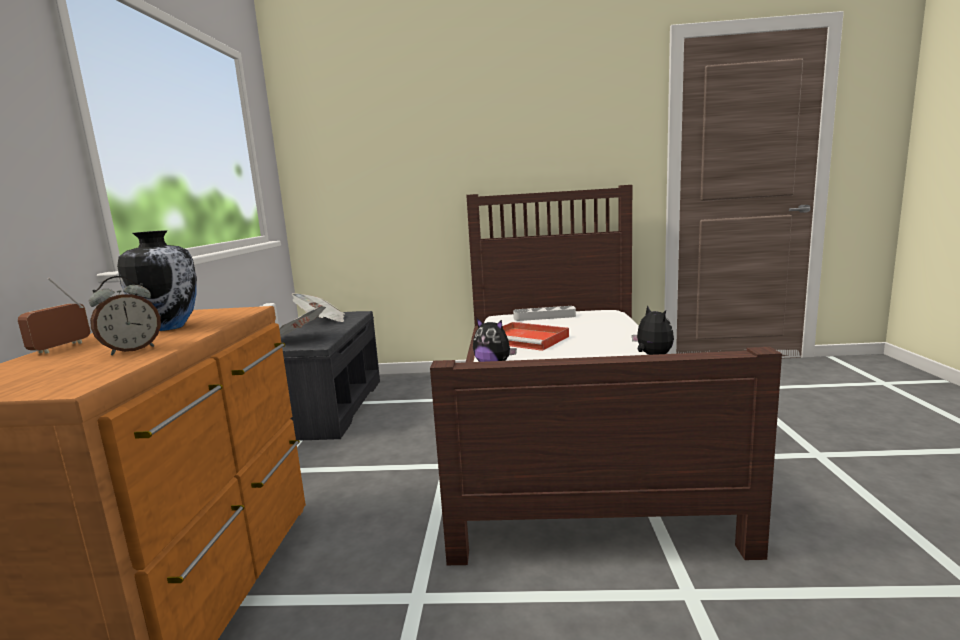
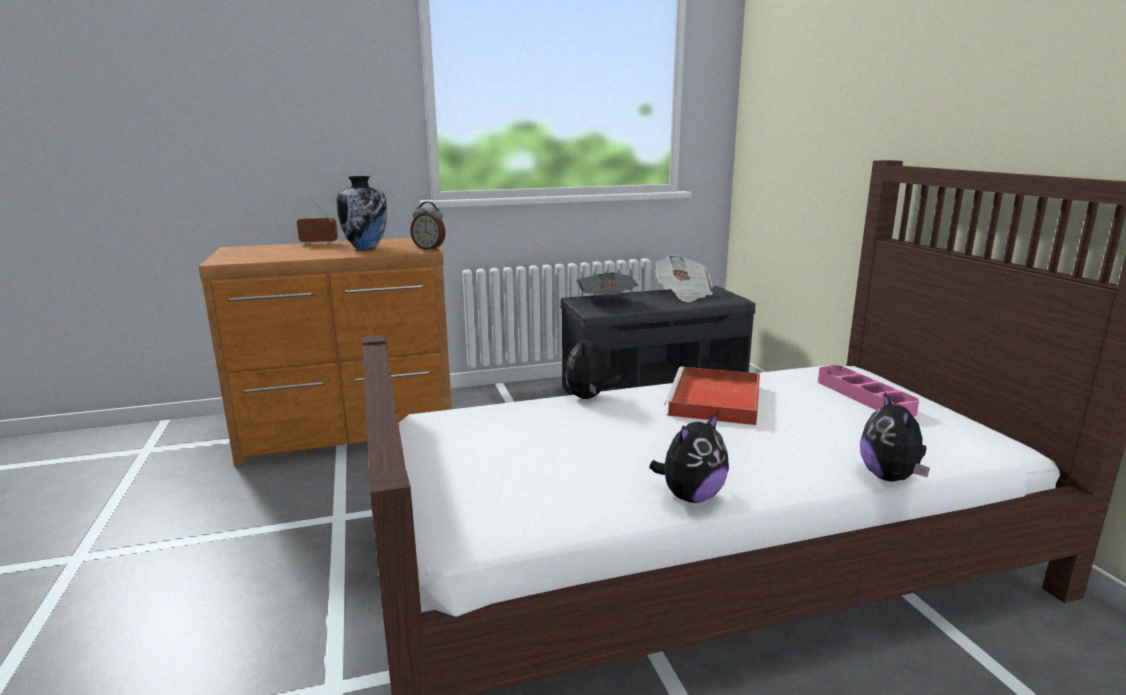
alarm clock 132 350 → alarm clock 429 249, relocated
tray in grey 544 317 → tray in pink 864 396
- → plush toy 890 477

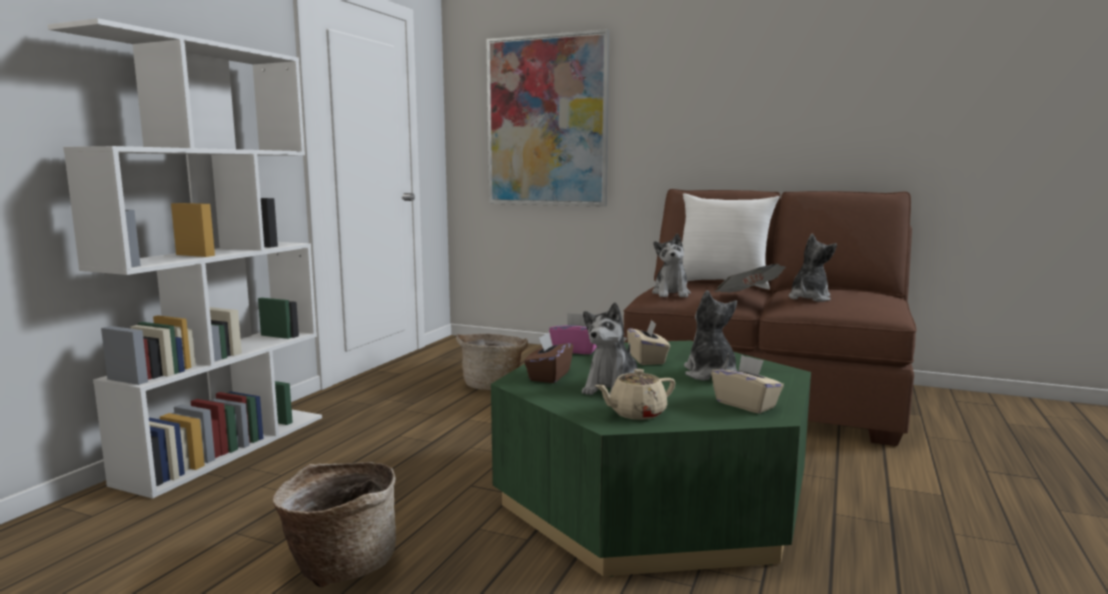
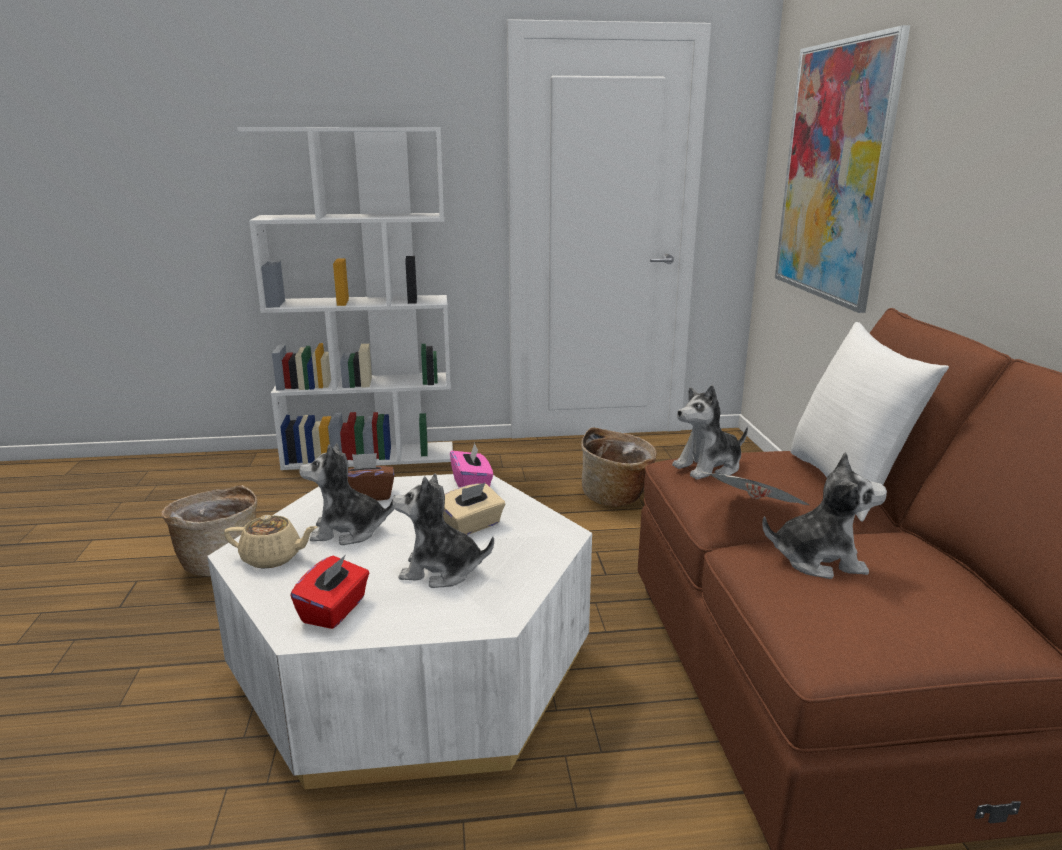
coffee table in green 652 498 → coffee table in white 413 668
teapot in beige 636 413 → teapot in beige 273 558, 150 degrees clockwise
plush toy 710 374 → plush toy 441 571, 135 degrees counterclockwise
tissue box in beige 746 404 → tissue box in red 334 610

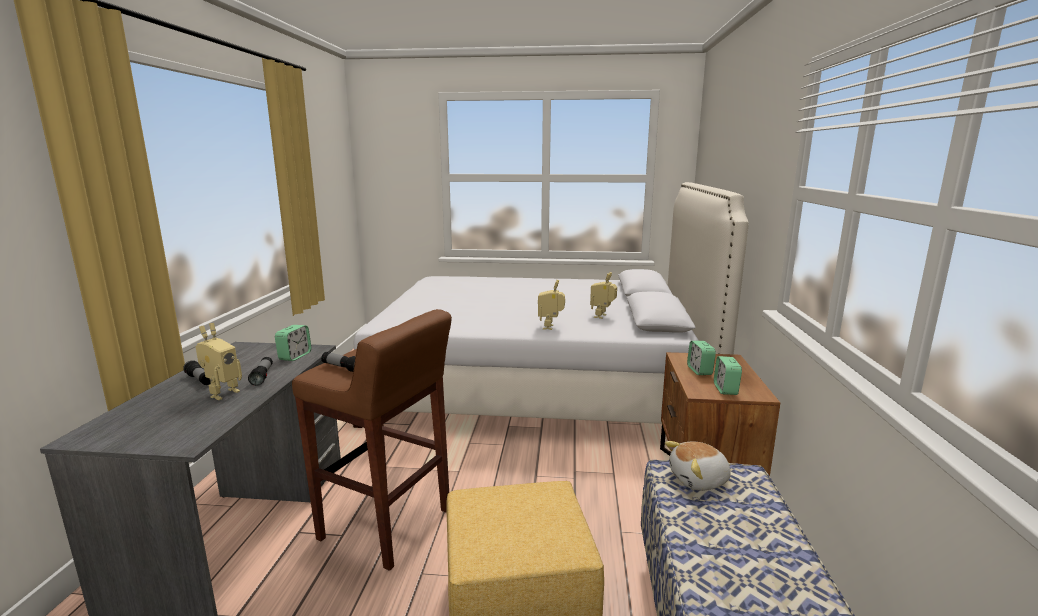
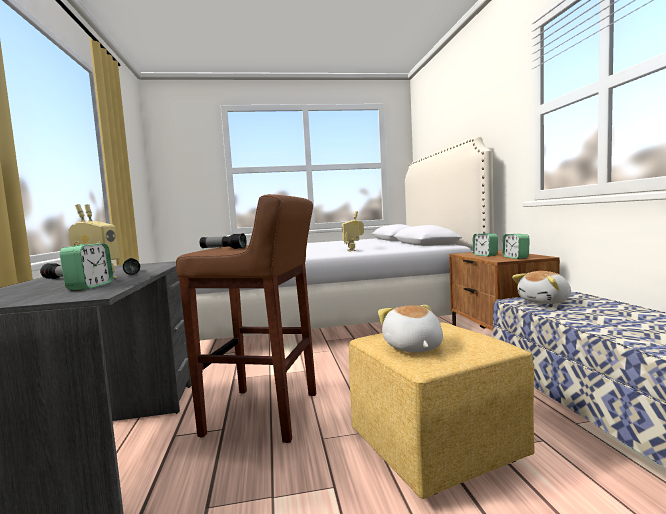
alarm clock 295 356 → alarm clock 90 286, relocated
toy robot 602 316 → -
- → plush toy 412 347

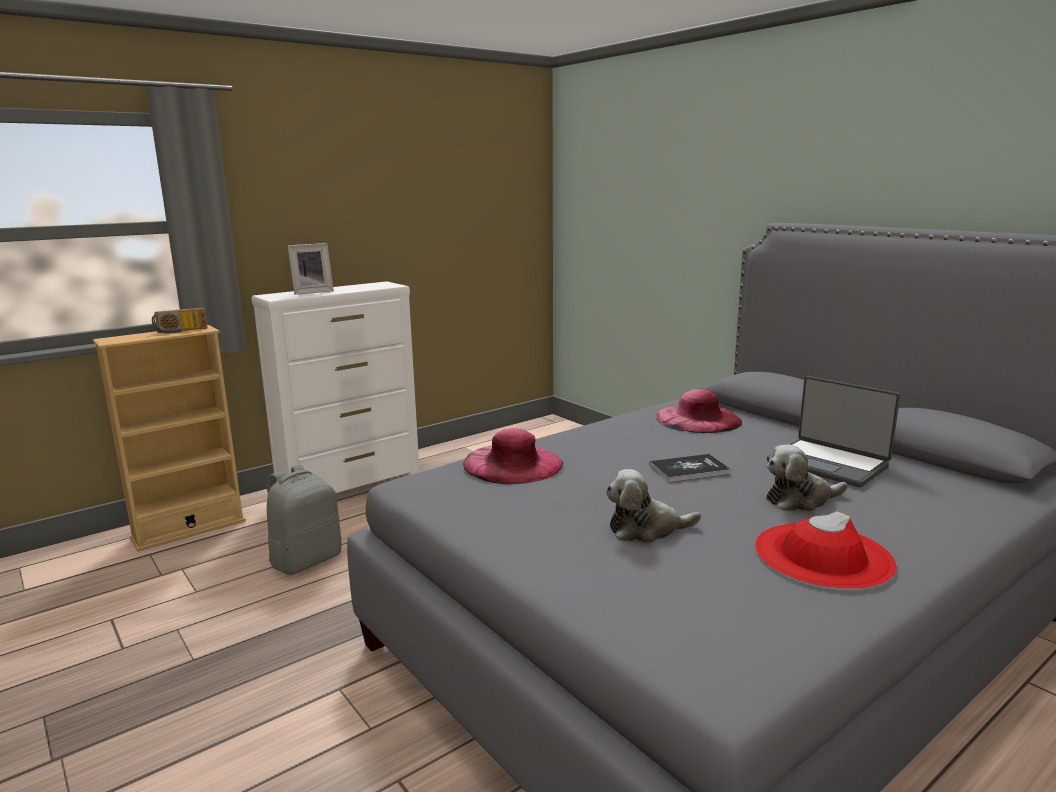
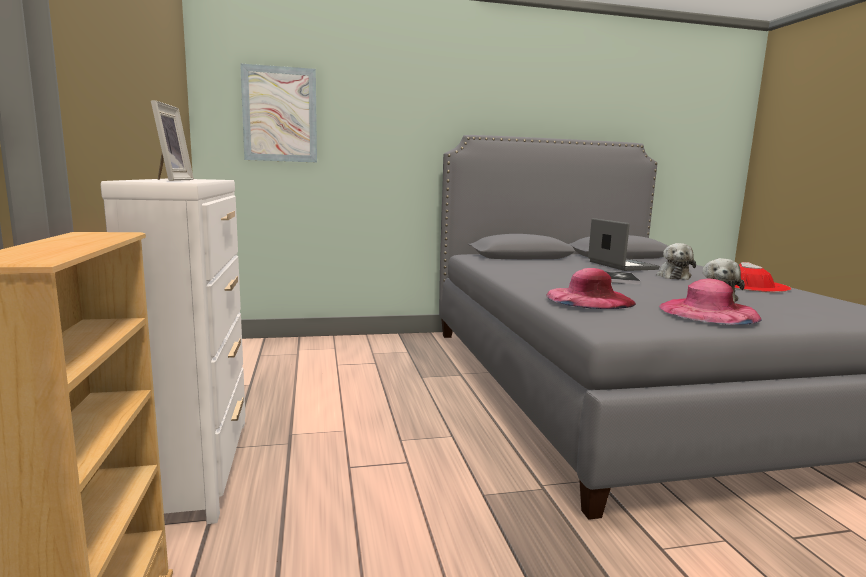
radio 181 331 → -
backpack in grey 306 560 → -
hat in pink 698 419 → hat in pink 708 312, relocated
laptop 828 463 → laptop 621 265, 90 degrees counterclockwise
- → picture 280 114

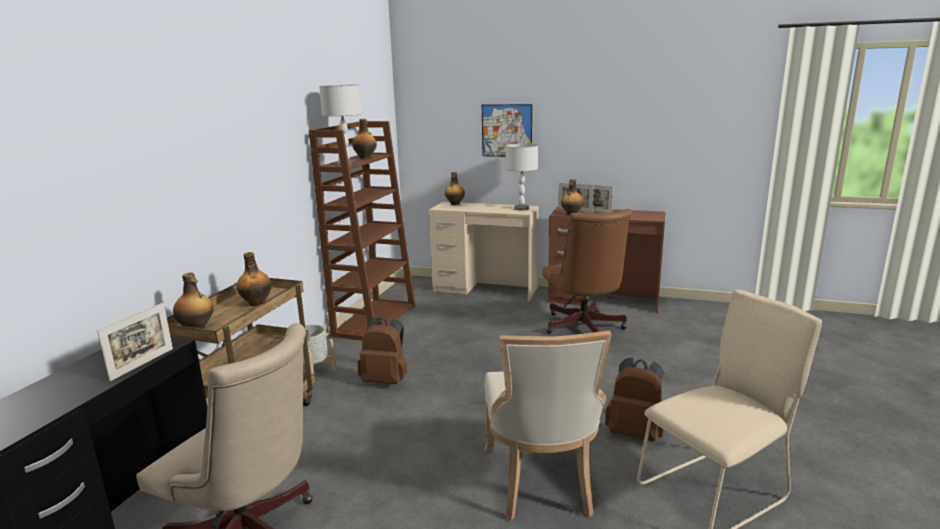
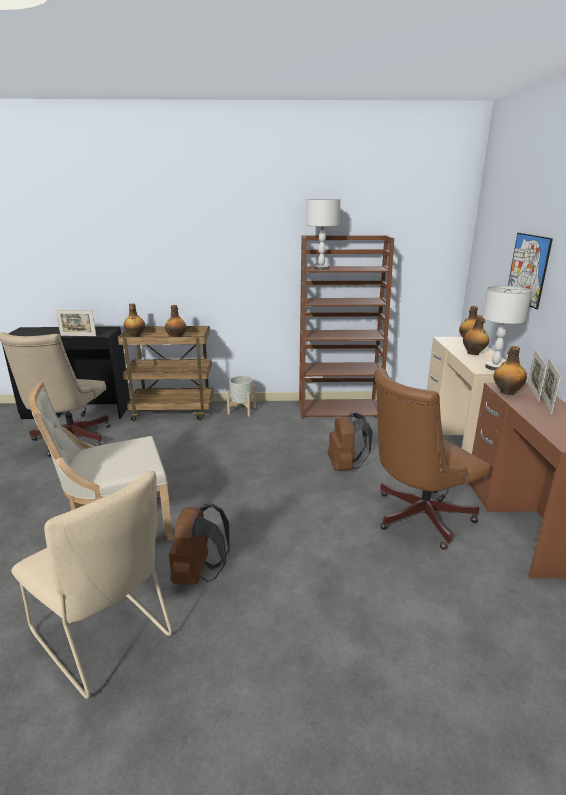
bottle 365 158 → bottle 473 353, relocated
backpack in brown 386 380 → backpack in brown 346 466, relocated

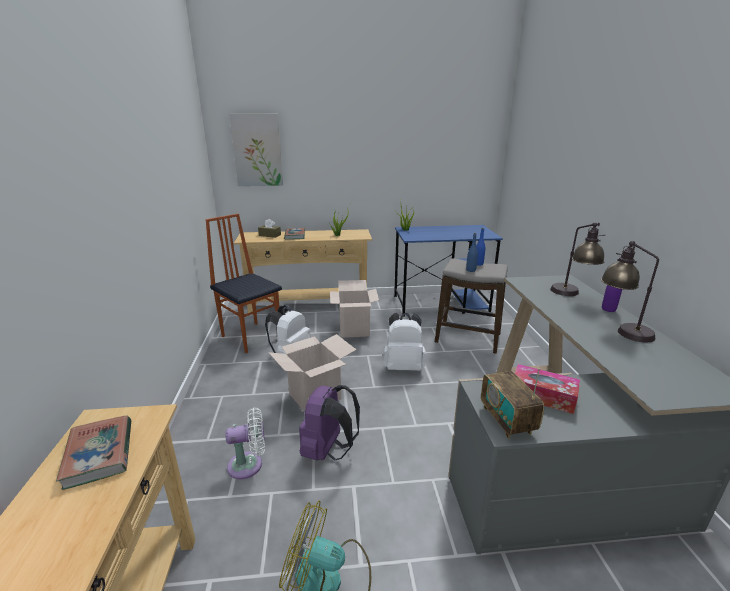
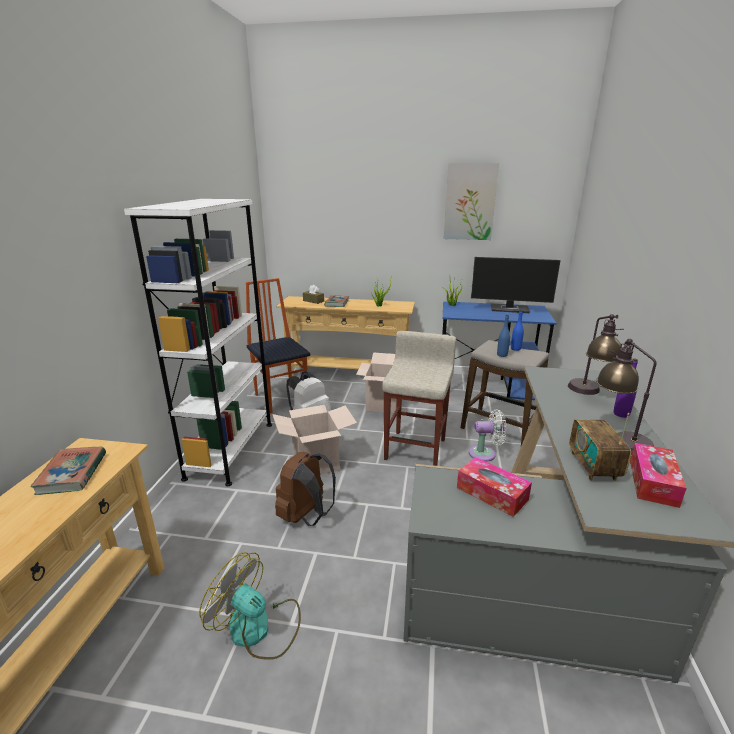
fan in white 249 465 → fan in white 485 454, relocated
picture 257 150 → picture 470 202, relocated
backpack in purple 328 451 → backpack in brown 306 516
backpack in white 403 366 → stool in beige 416 448
radio 507 420 → radio 593 466, relocated
- → bookcase in white 231 449
- → monitor 510 309
- → tissue box 652 482

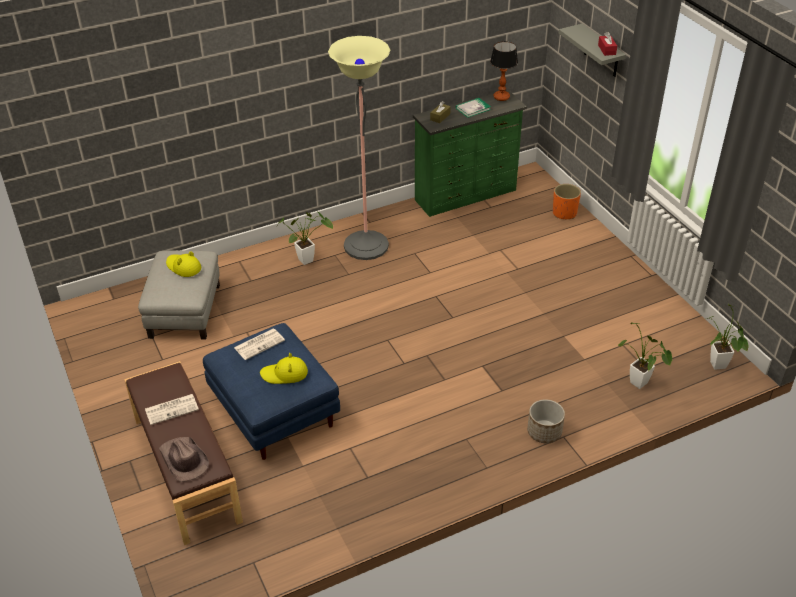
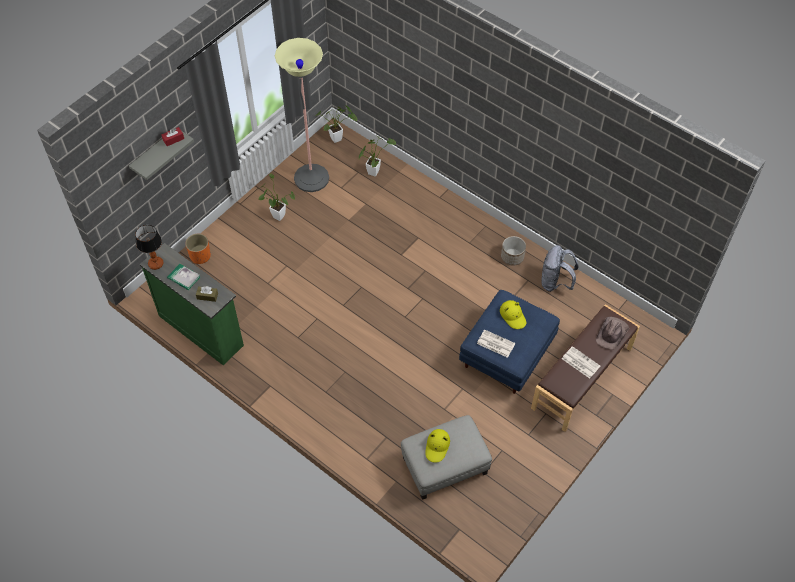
potted plant 309 259 → potted plant 276 215, relocated
floor lamp 366 246 → floor lamp 311 178, relocated
planter 544 432 → planter 512 257, relocated
- → backpack in grey 555 282

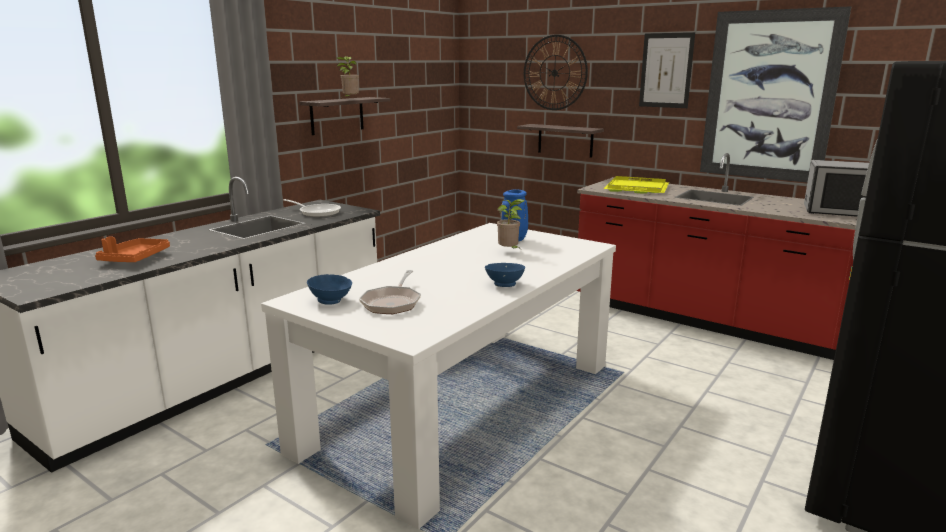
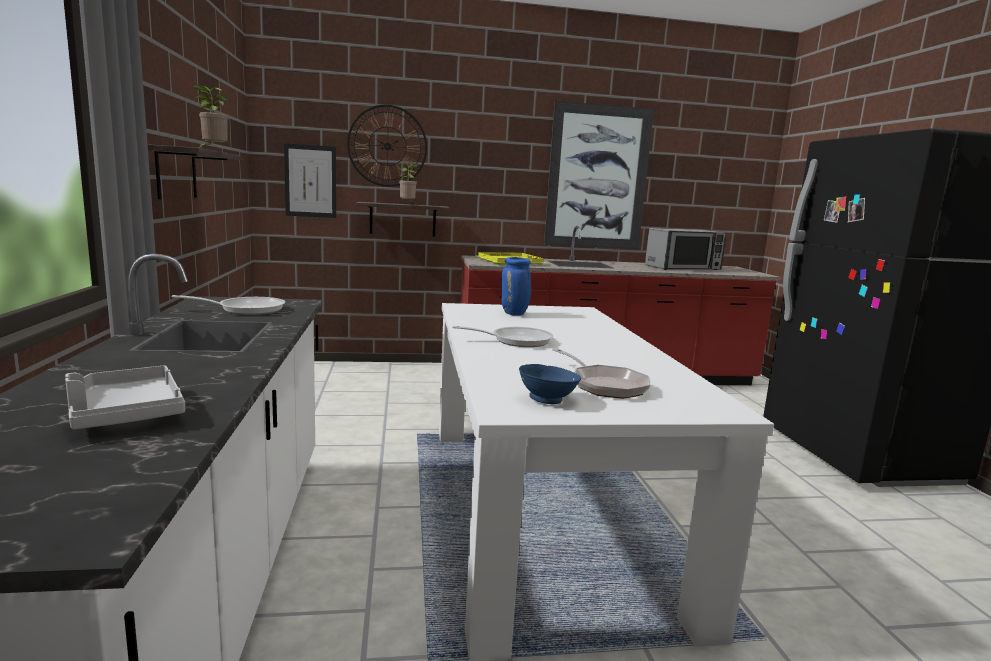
tray in orange 135 258 → tray in grey 126 413
bowl in blue 505 284 → -
potted plant 509 251 → potted plant 408 204, relocated
picture 666 70 → picture 310 181, relocated
- → frying pan 516 340

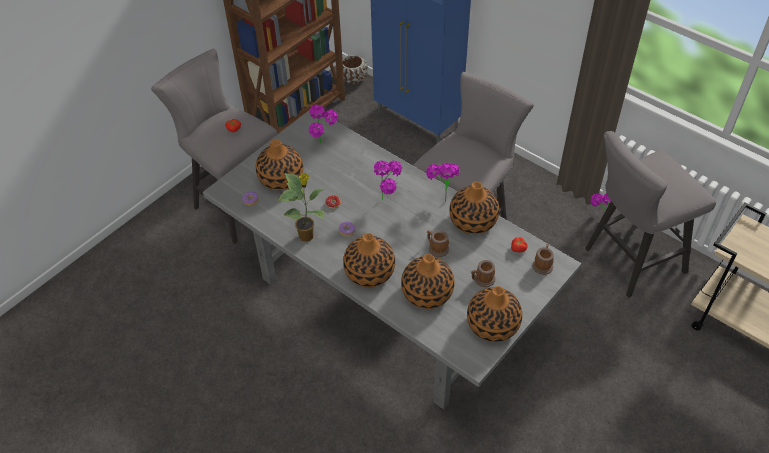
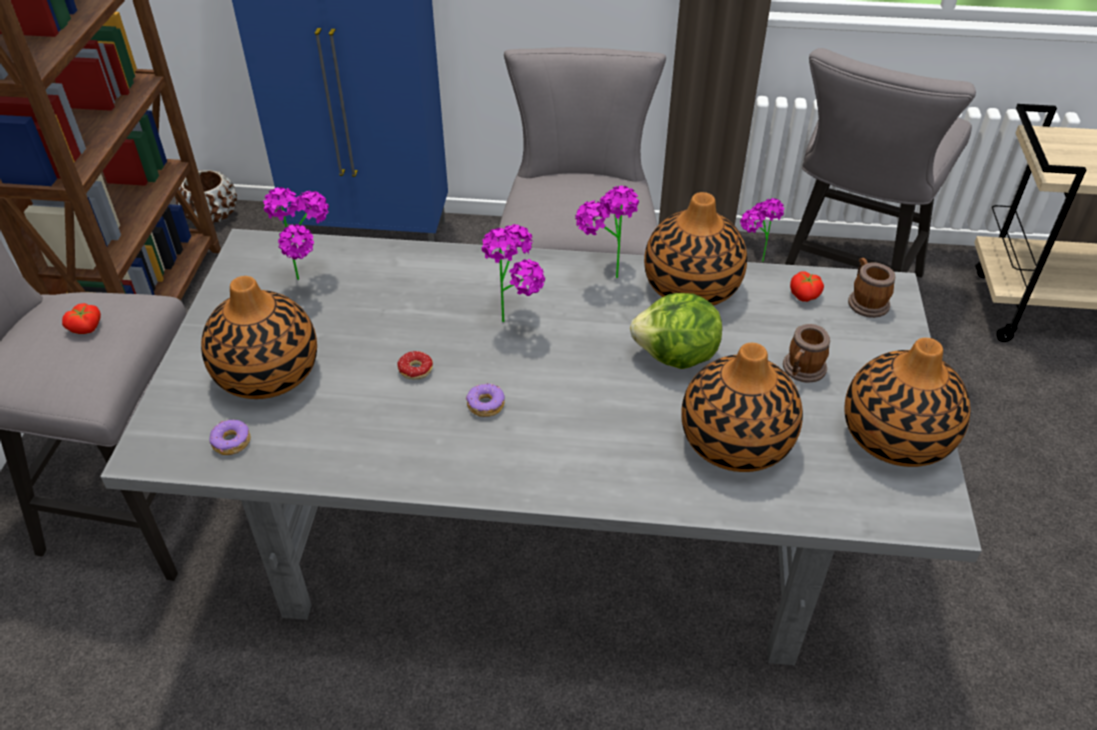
potted plant 307 236 → -
vase 370 272 → -
mug 436 248 → lettuce 676 357

